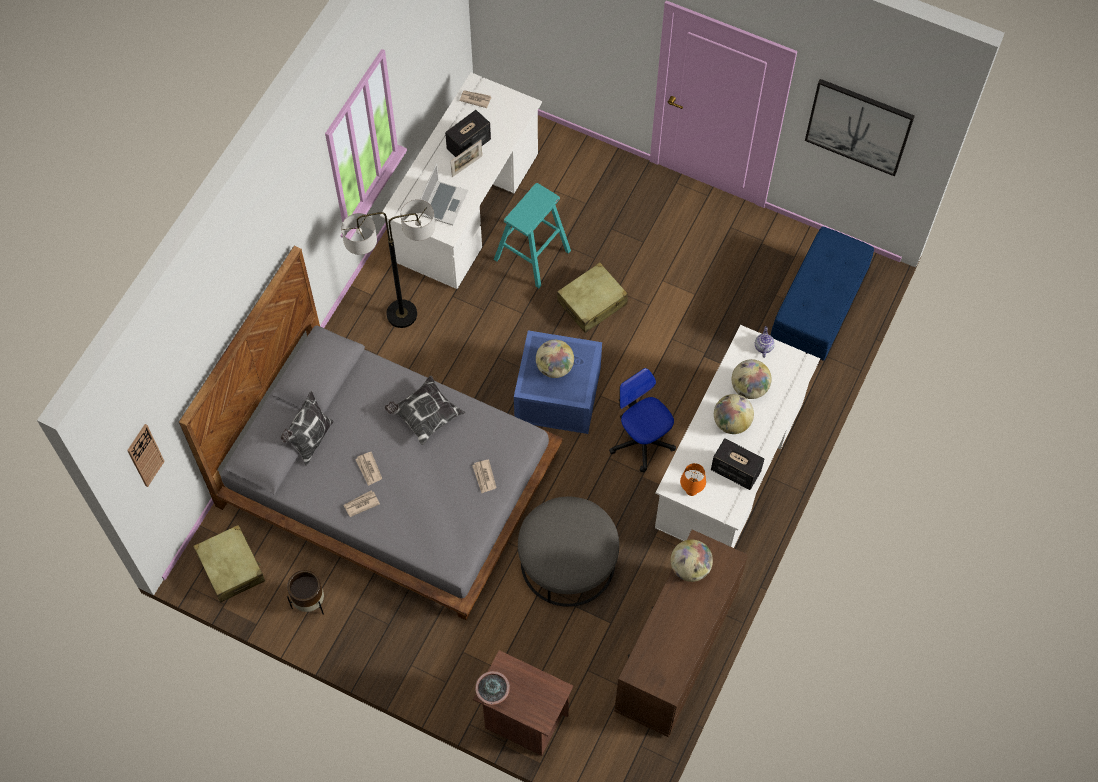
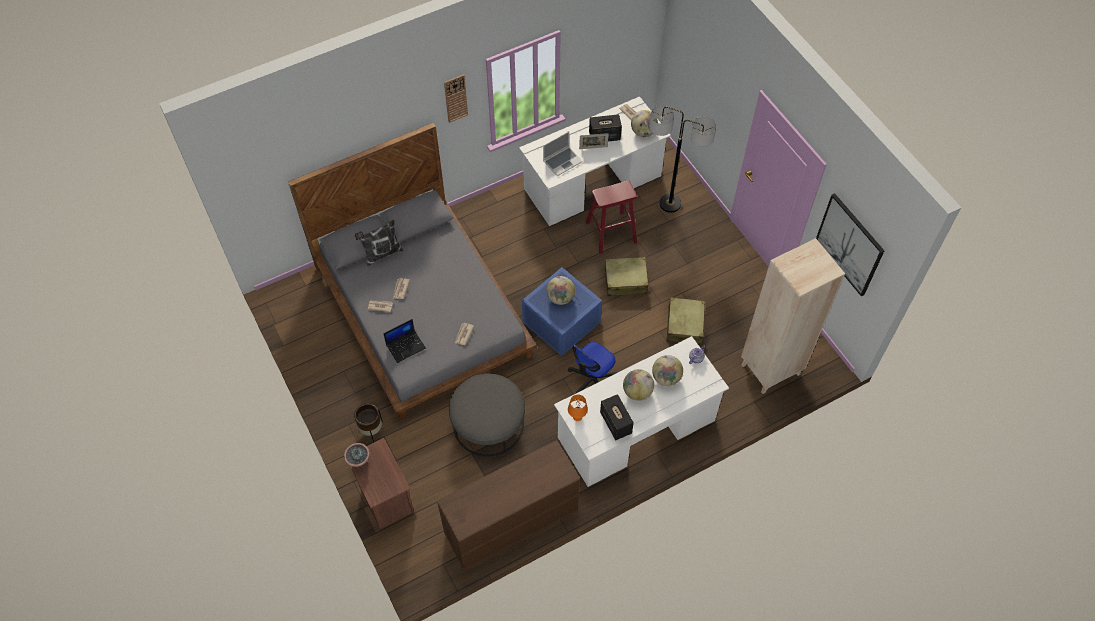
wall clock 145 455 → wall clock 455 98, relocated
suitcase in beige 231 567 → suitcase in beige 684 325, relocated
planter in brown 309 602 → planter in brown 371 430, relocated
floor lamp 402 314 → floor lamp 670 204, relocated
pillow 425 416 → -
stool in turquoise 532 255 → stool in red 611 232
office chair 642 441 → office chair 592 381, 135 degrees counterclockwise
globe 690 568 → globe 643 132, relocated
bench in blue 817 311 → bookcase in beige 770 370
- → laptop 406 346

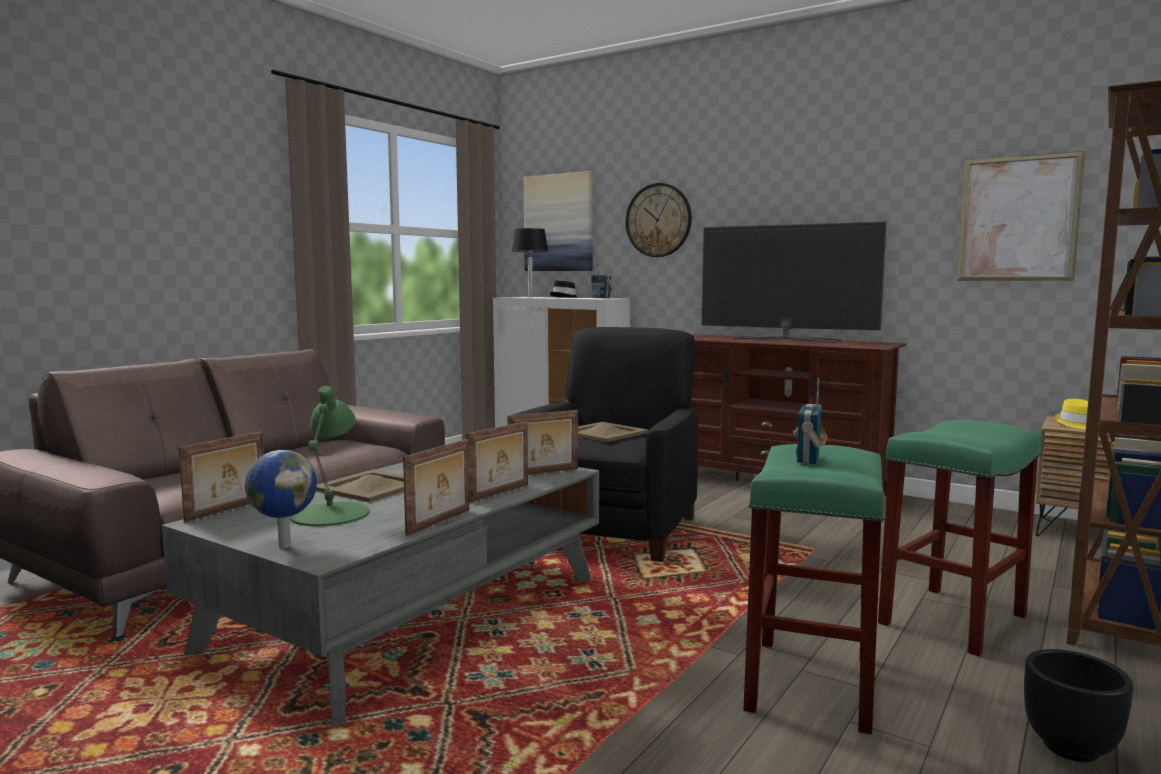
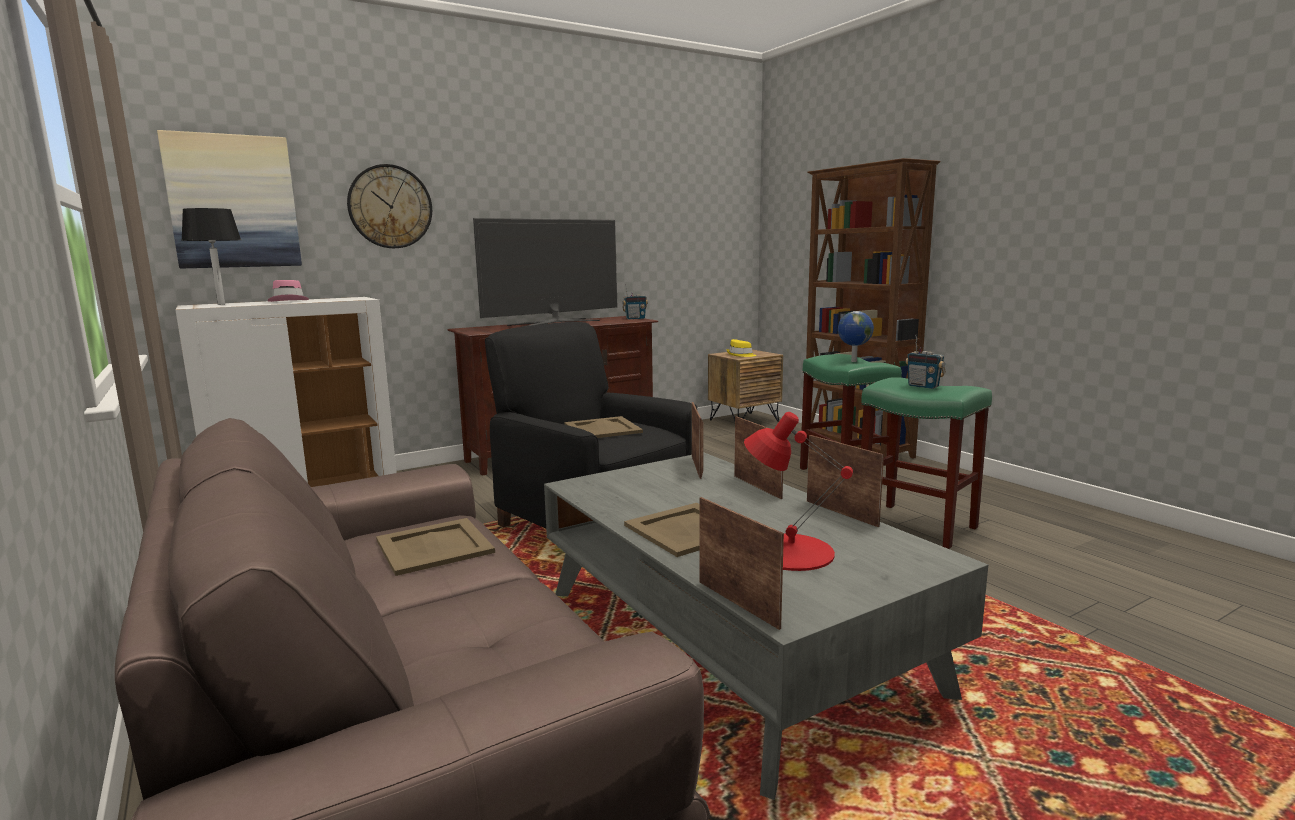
globe 284 546 → globe 853 361, relocated
table lamp in green 331 514 → table lamp in red 789 551
hat in black 565 297 → hat in pink 289 301
radio 601 298 → radio 635 318, relocated
picture 1017 219 → -
planter in black 1070 748 → -
- → tray in beige 433 546

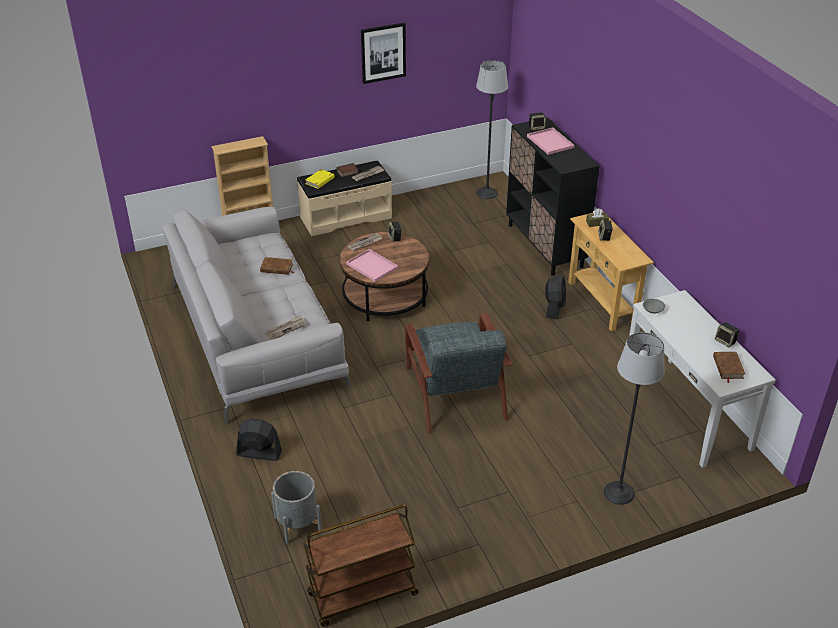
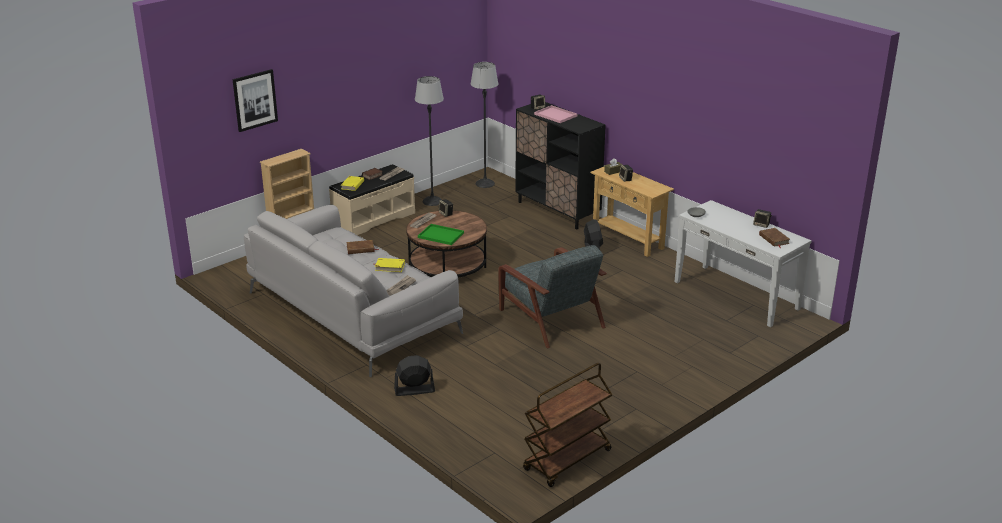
planter in grey 297 524 → -
tray in pink 371 266 → tray in green 440 235
picture 383 52 → picture 255 100, relocated
floor lamp 619 492 → floor lamp 432 201, relocated
- → book in yellow 389 267

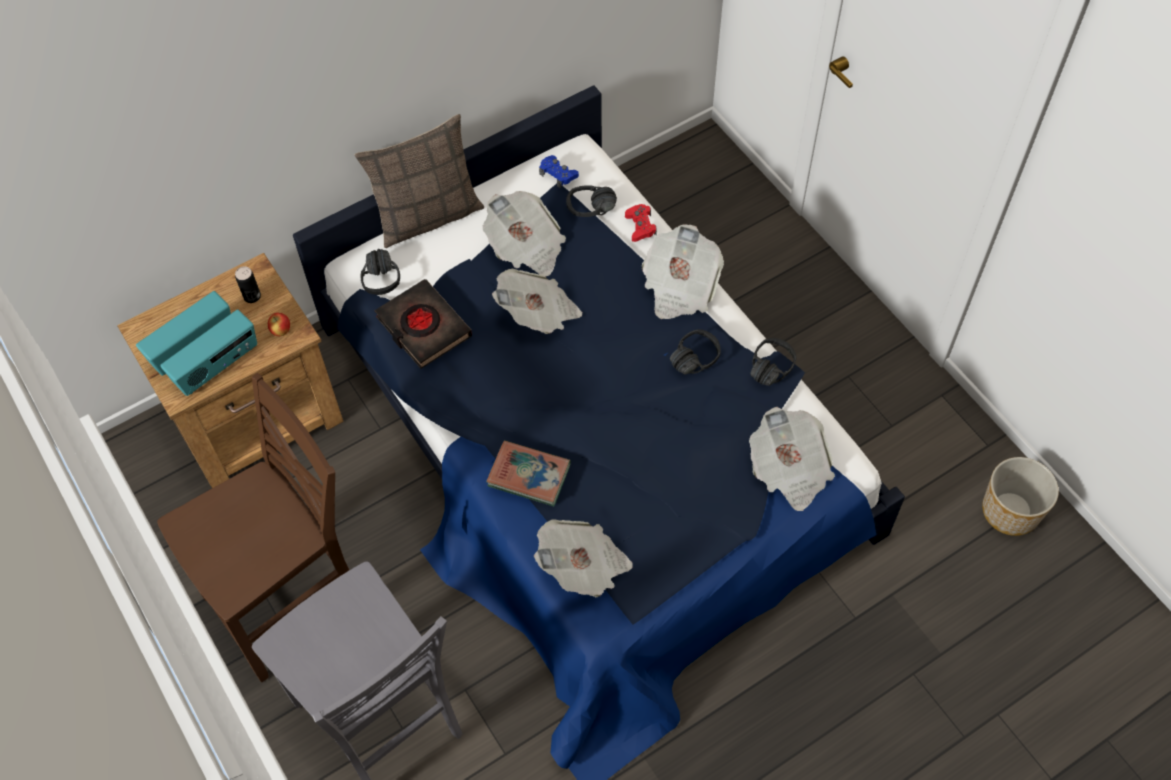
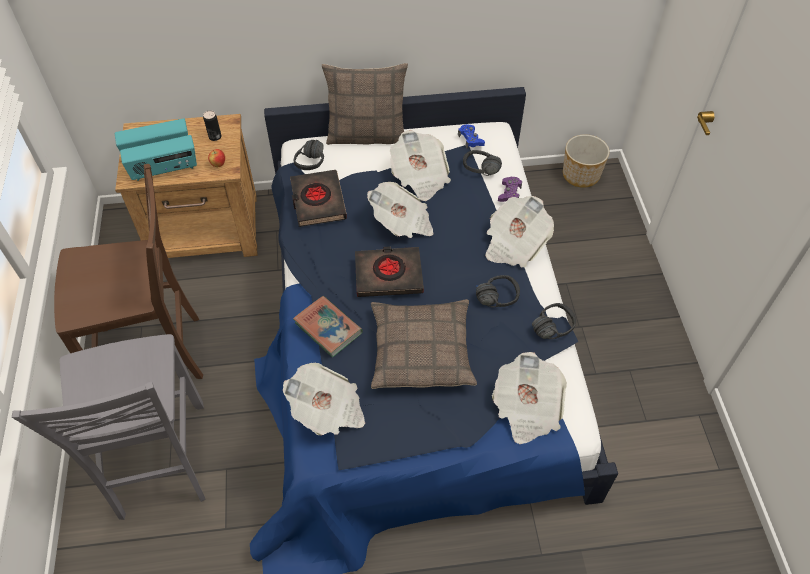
game controller in red 640 226 → game controller in purple 509 193
planter 1011 511 → planter 581 175, relocated
- → book in black 388 275
- → pillow 421 350

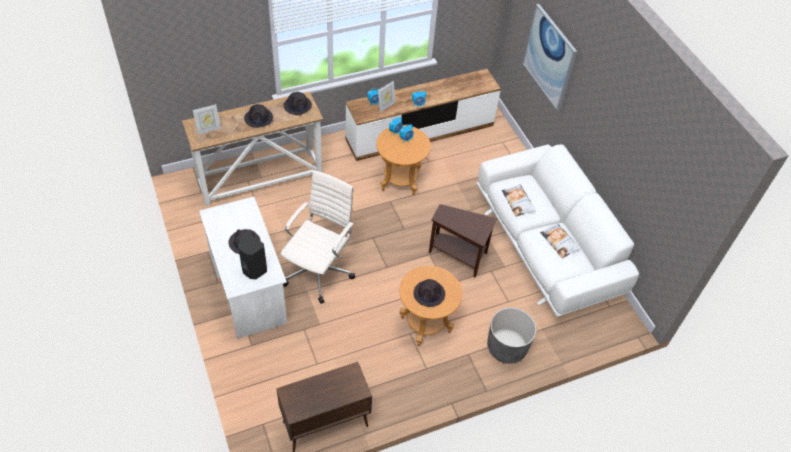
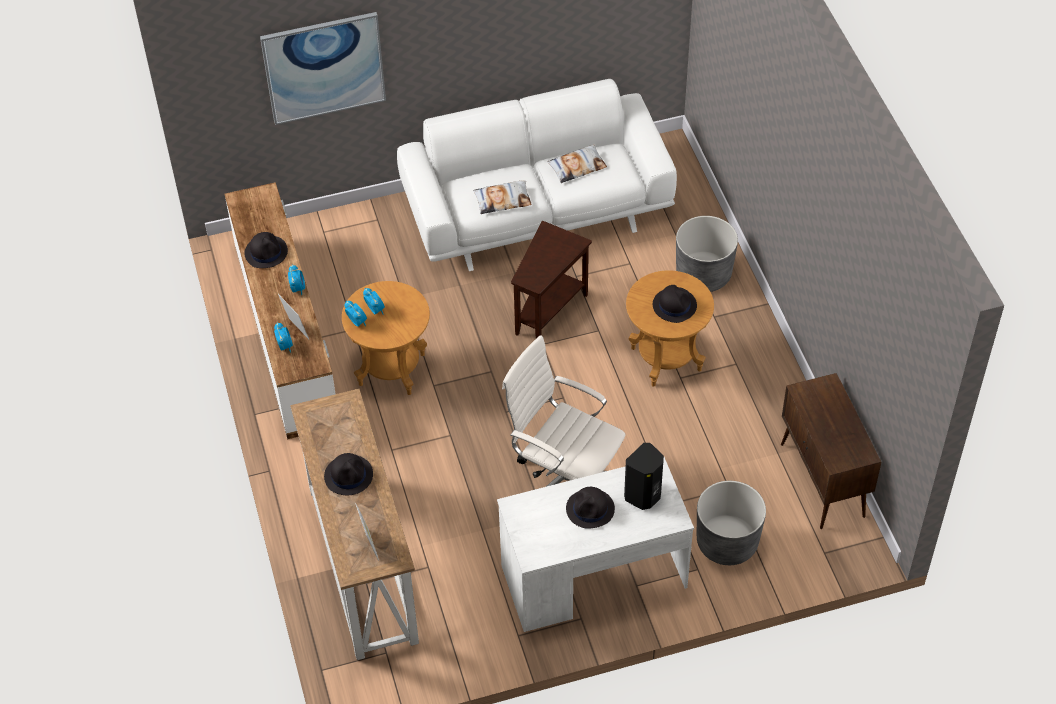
hat in black 297 105 → hat in black 266 252, relocated
- → planter in grey 727 542

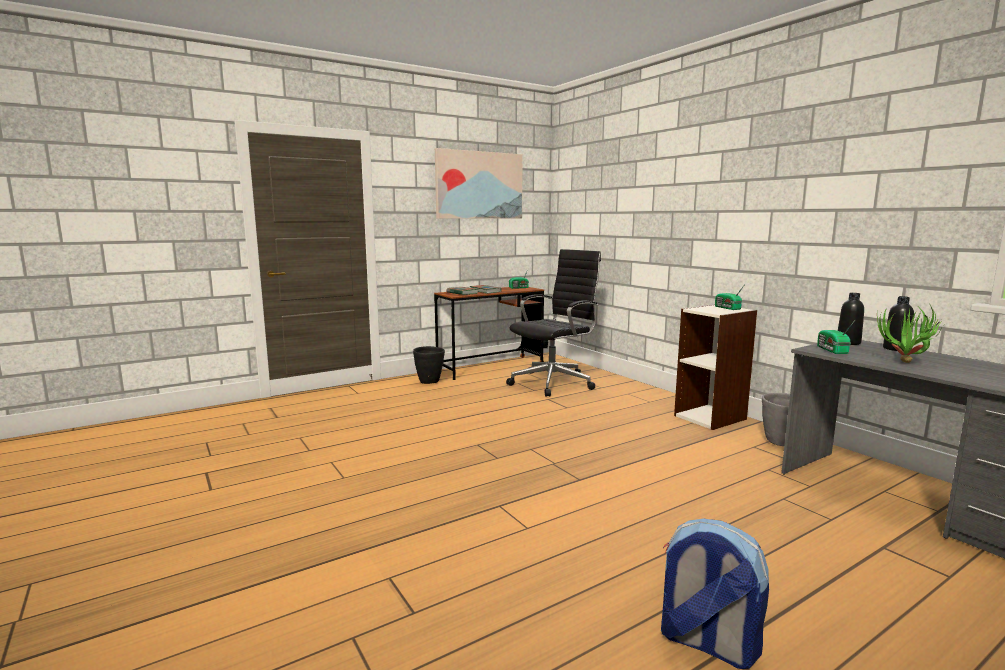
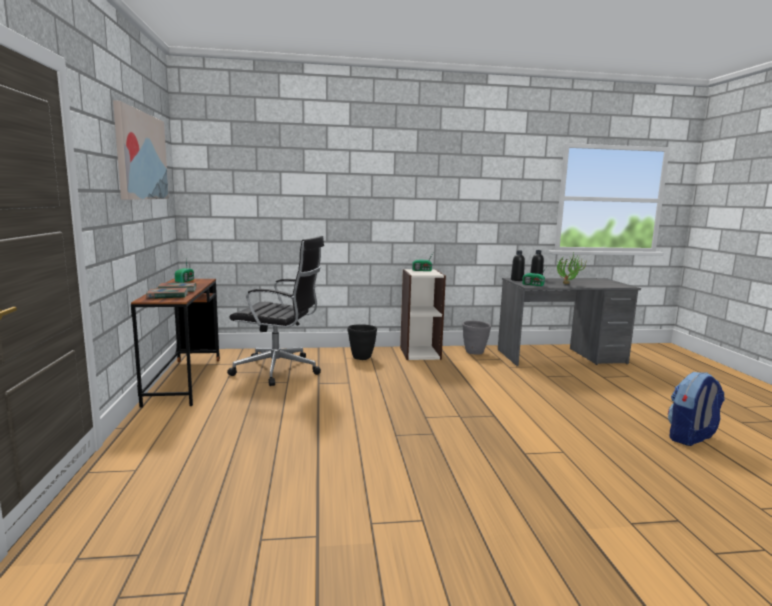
planter in black 429 382 → planter in black 362 357, relocated
office chair in black 554 382 → office chair in black 279 370, 120 degrees clockwise

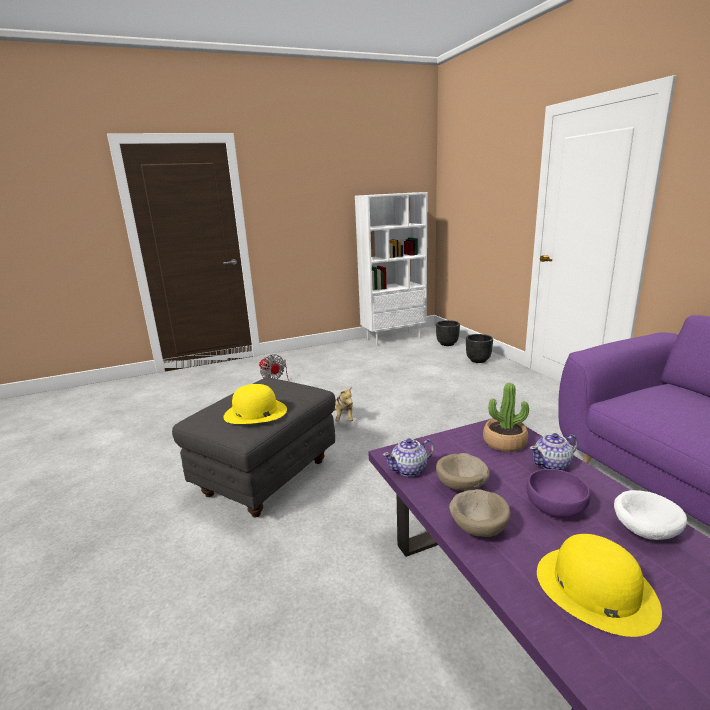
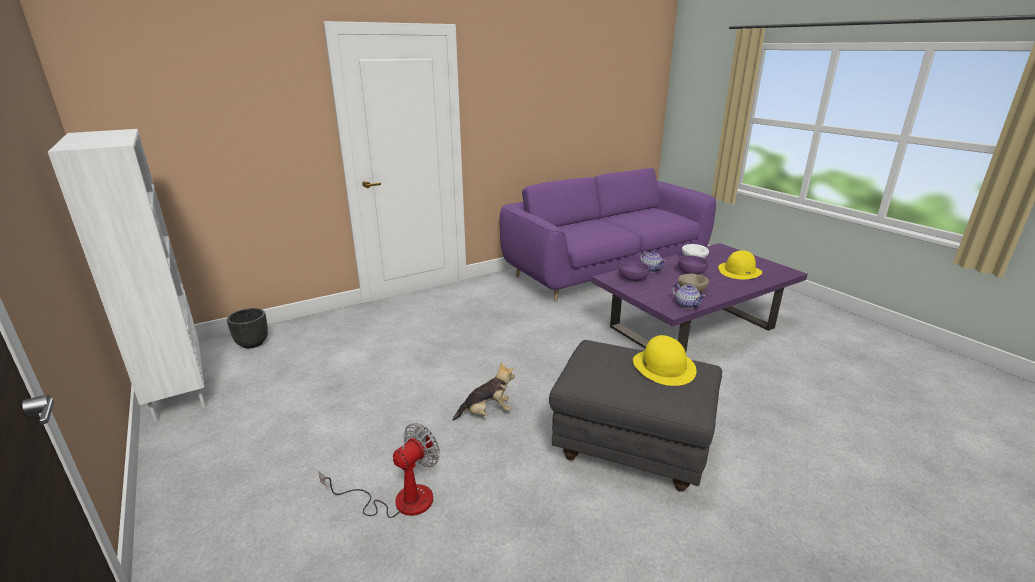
bowl in beige 479 527 → -
planter in black 478 360 → -
potted plant 504 442 → bowl in purple 633 278

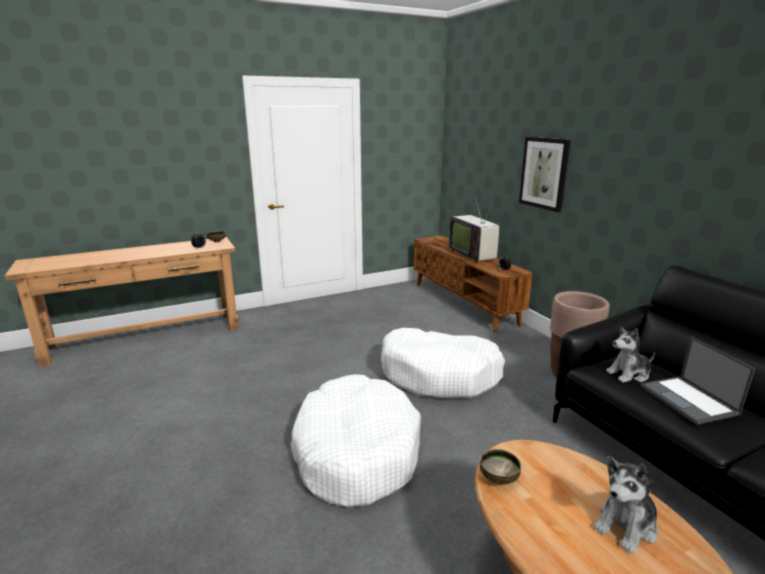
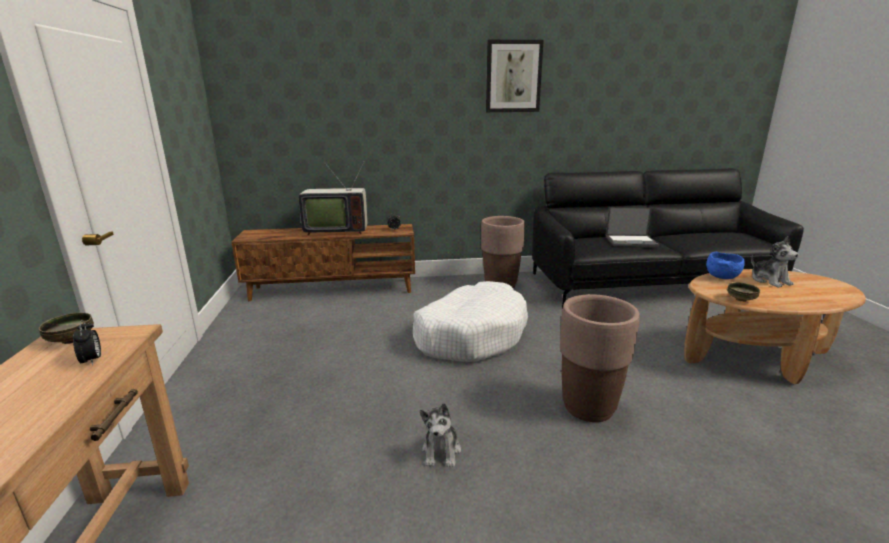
dog bed in white 355 451 → planter in brown 588 407
picture 544 173 → picture 513 76, relocated
plush toy 629 374 → plush toy 441 451, relocated
- → bowl in blue 722 277

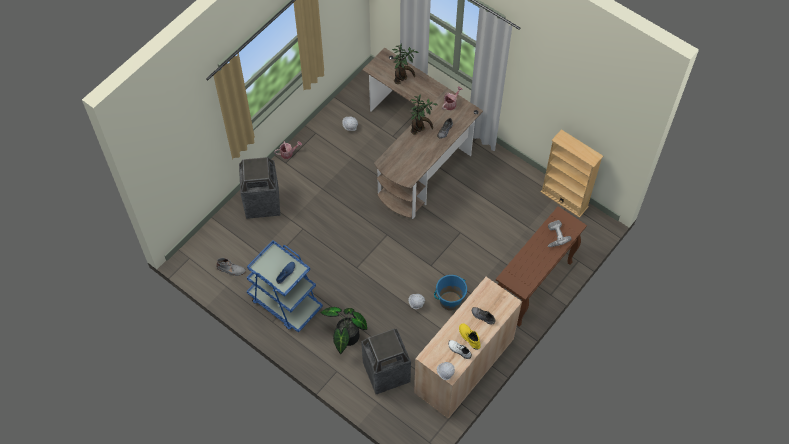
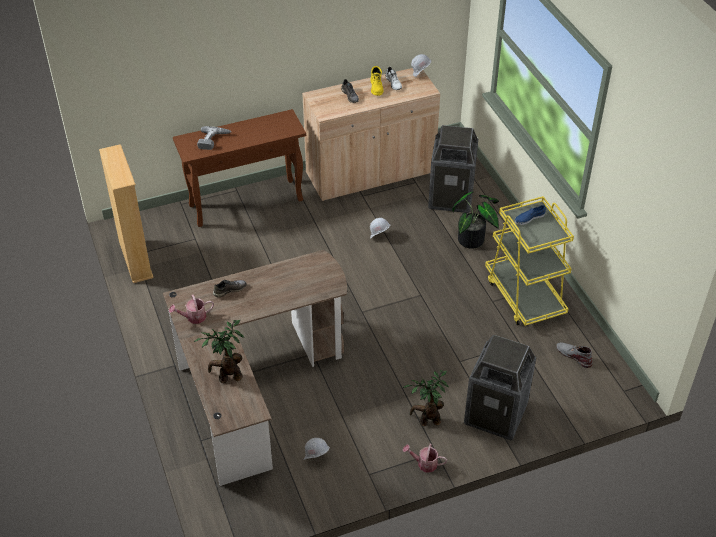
cart in blue 285 303 → cart in yellow 524 296
potted plant 420 130 → potted plant 427 420, relocated
bucket in blue 450 301 → -

